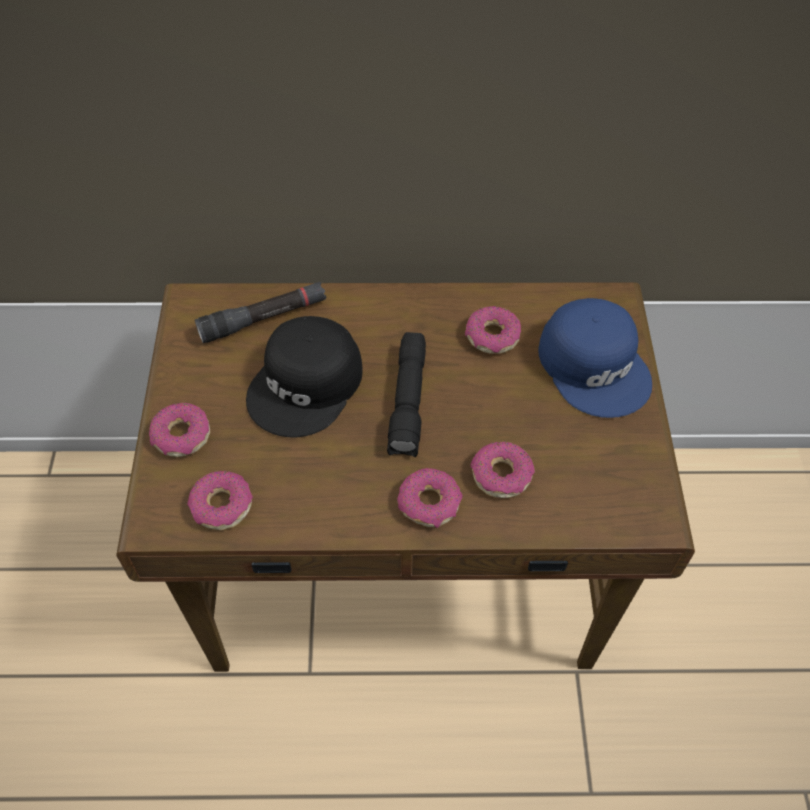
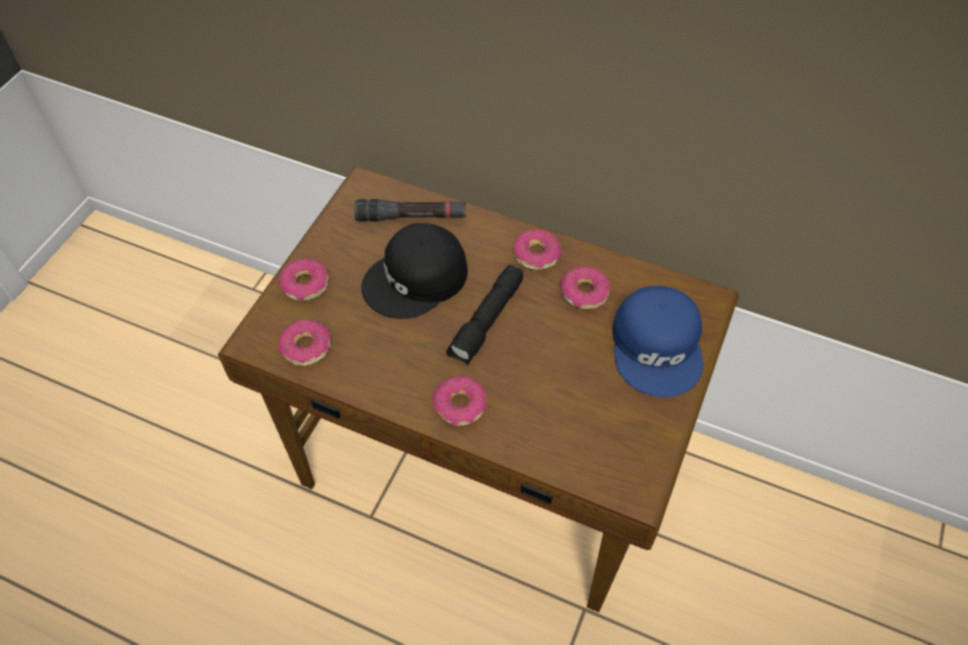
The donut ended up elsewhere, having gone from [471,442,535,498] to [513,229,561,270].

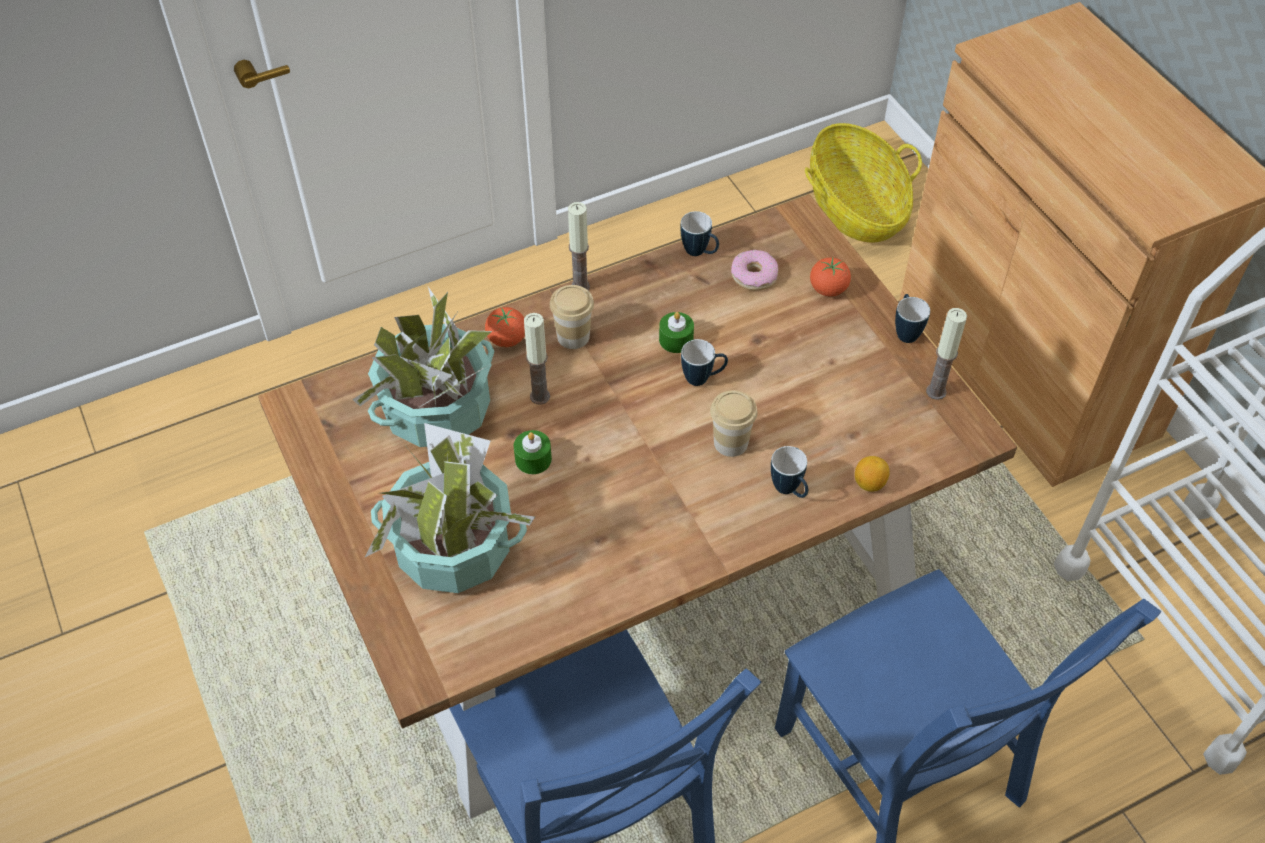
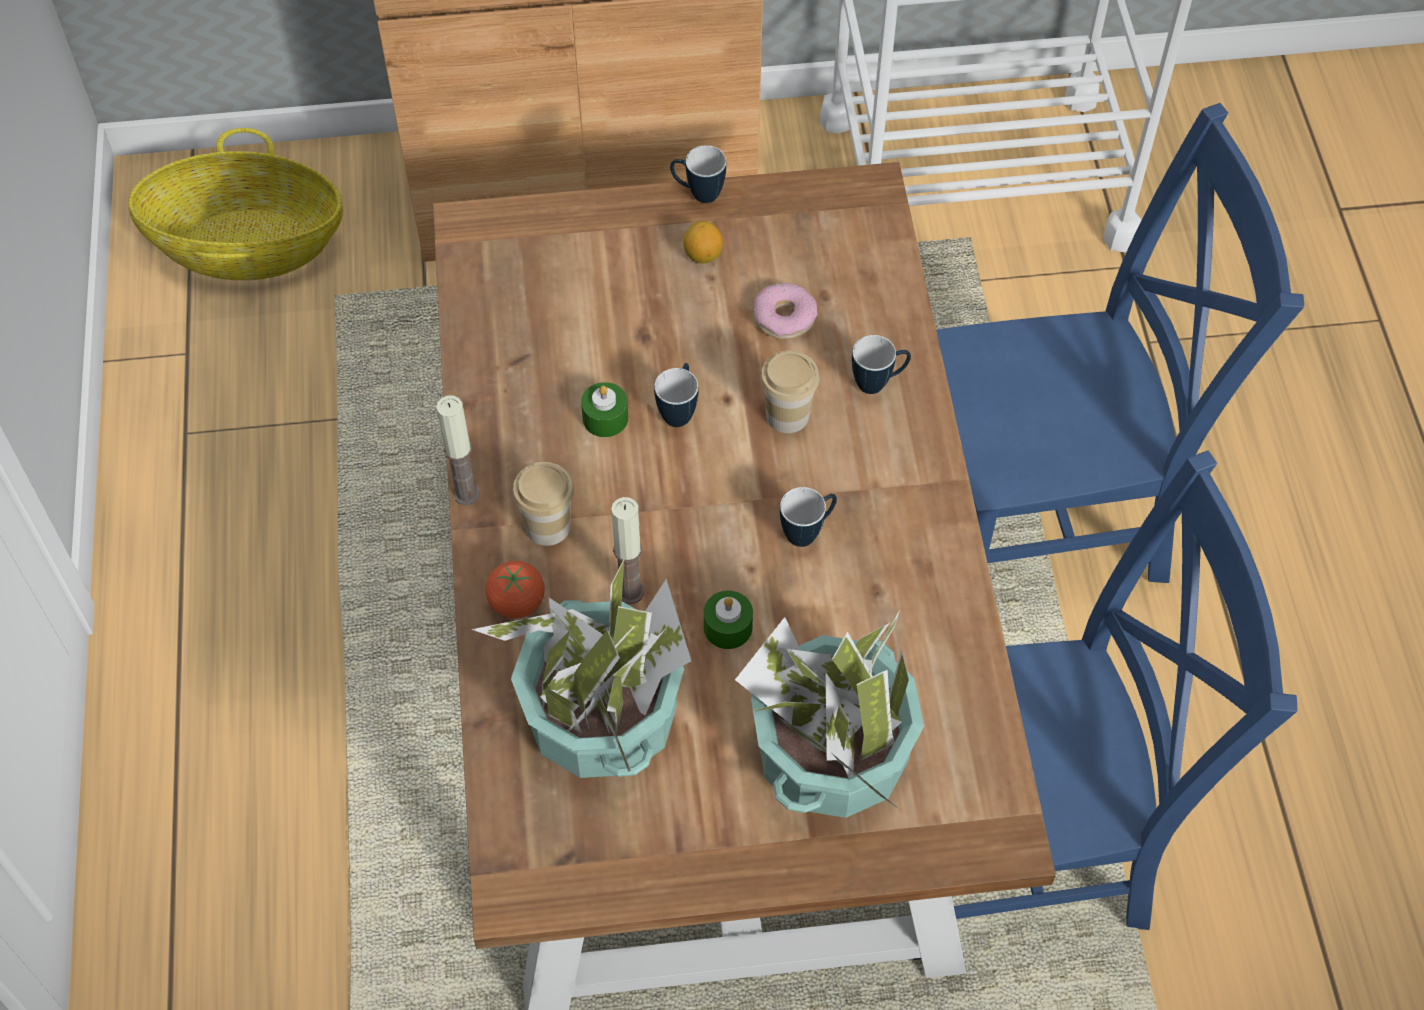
The mug ended up elsewhere, having gone from [680,211,719,256] to [780,487,837,547].
The donut ended up elsewhere, having gone from [731,250,778,290] to [754,283,817,339].
The second view lost the tomato at [810,256,851,296].
The second view lost the candle at [926,308,967,400].
The lemon ended up elsewhere, having gone from [855,456,890,492] to [683,221,723,264].

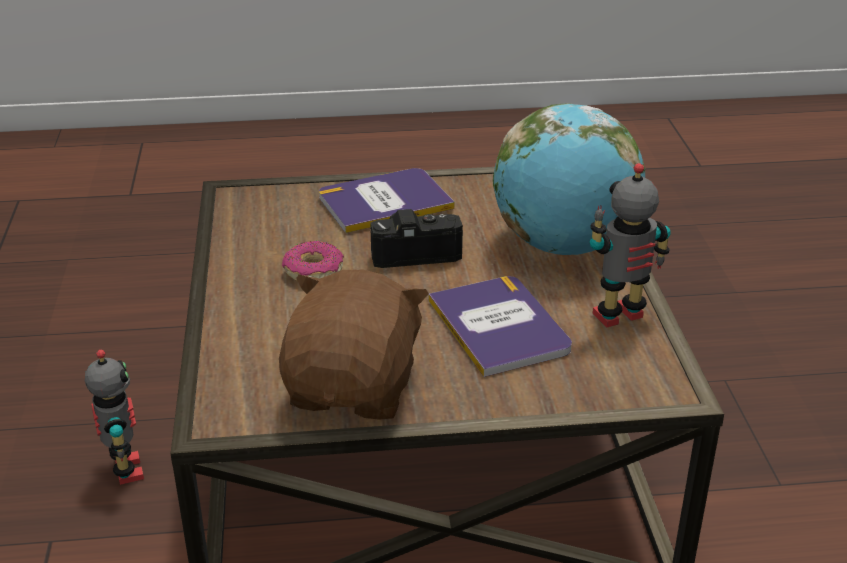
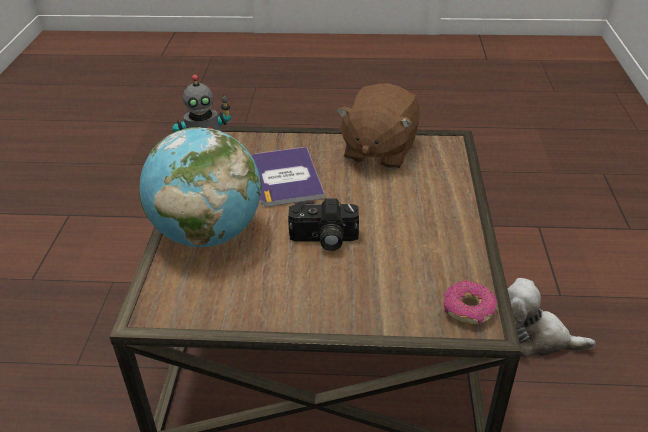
The second view lost the book at [319,168,455,233].
The donut ended up elsewhere, having gone from [282,241,344,282] to [444,281,497,324].
Where the toy robot stood at [85,350,144,485], the plush toy came to stand at [507,278,596,358].

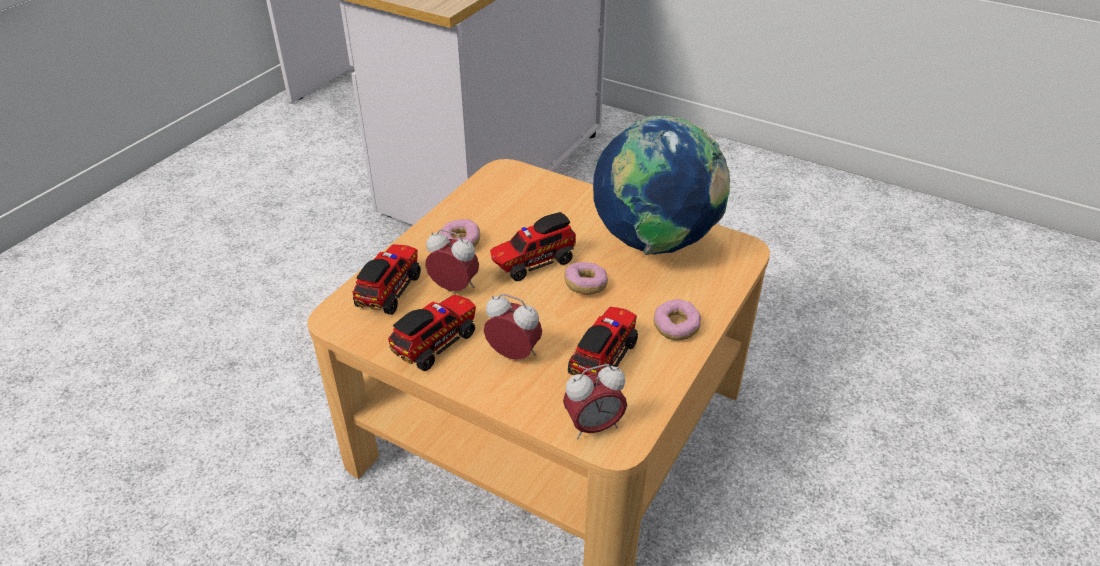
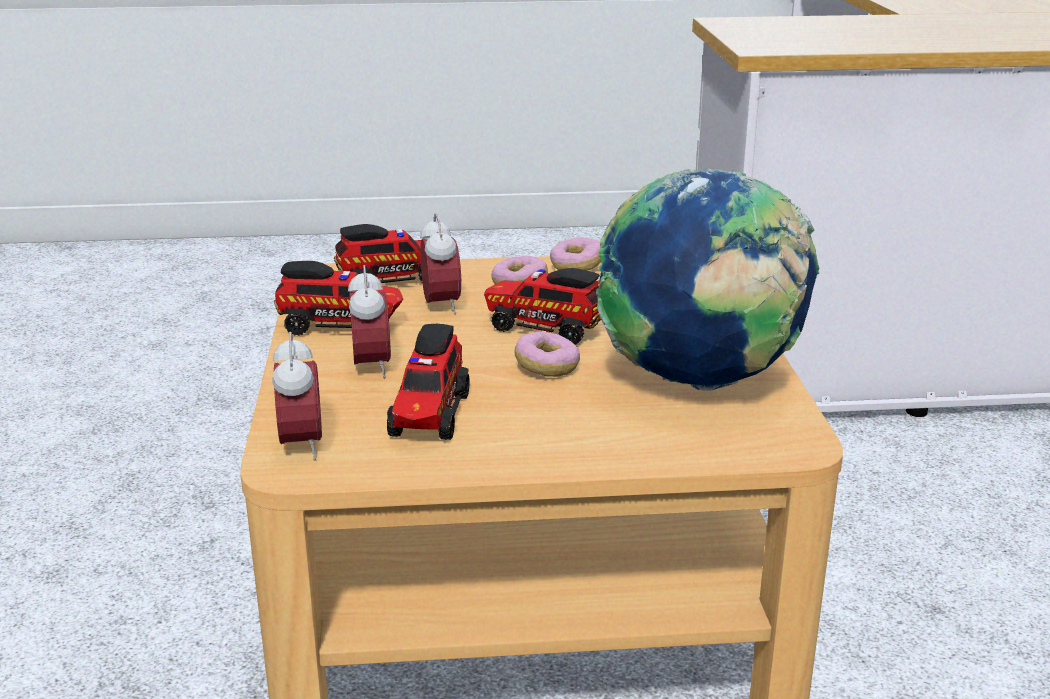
The donut ended up elsewhere, having gone from [654,299,701,341] to [550,238,601,271].
The toy truck at [568,307,638,375] ended up facing another way, 105 degrees clockwise from before.
The alarm clock at [563,364,627,440] ended up facing another way, 135 degrees counterclockwise from before.

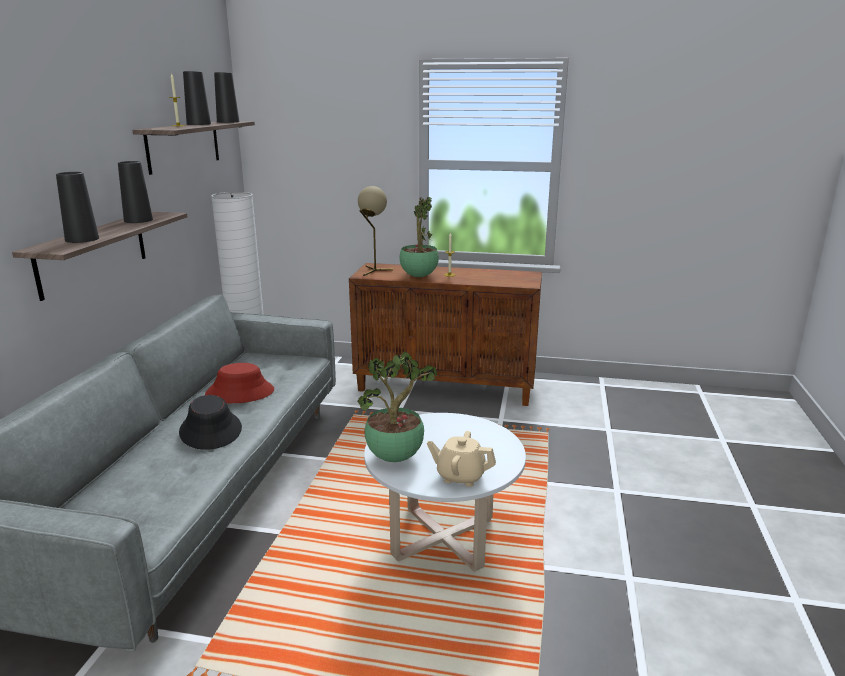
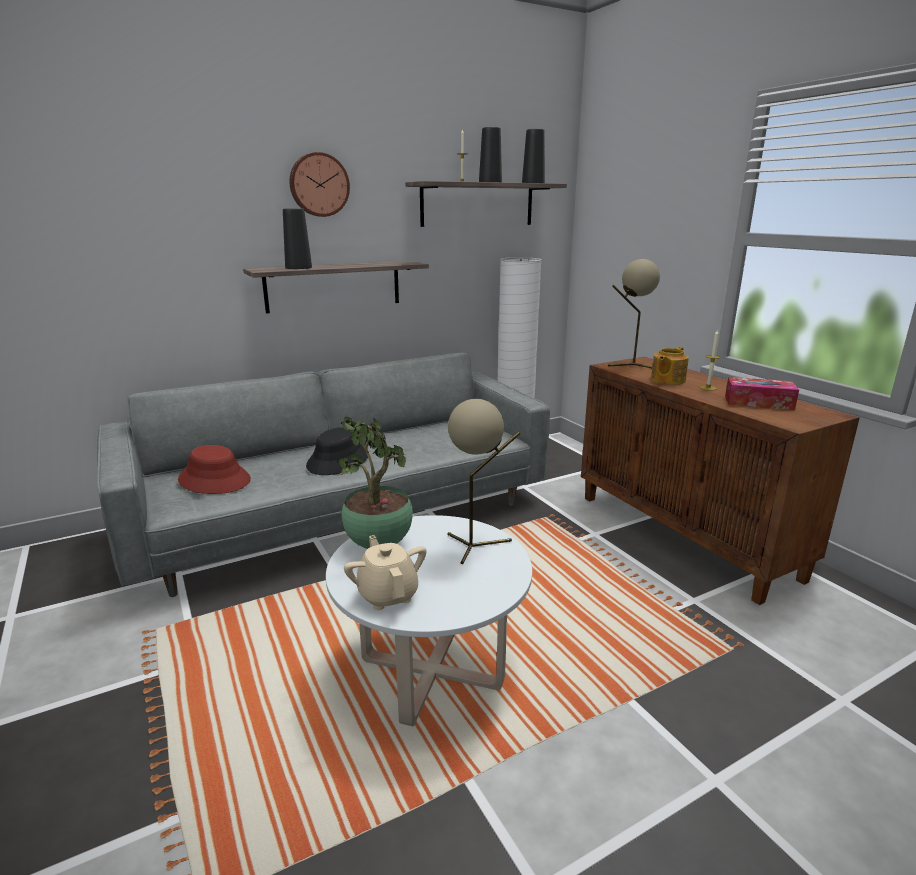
The second view lost the vase (black) at [118,161,153,223].
Where the potted plant stood at [400,197,439,277], the teapot came to stand at [651,347,689,385].
The hat (red) ended up elsewhere, having gone from [205,363,274,403] to [178,445,251,494].
The second view gained the wall clock at [289,152,350,217].
The second view gained the tissue box at [725,377,799,410].
The second view gained the table lamp (beige) at [447,399,520,564].

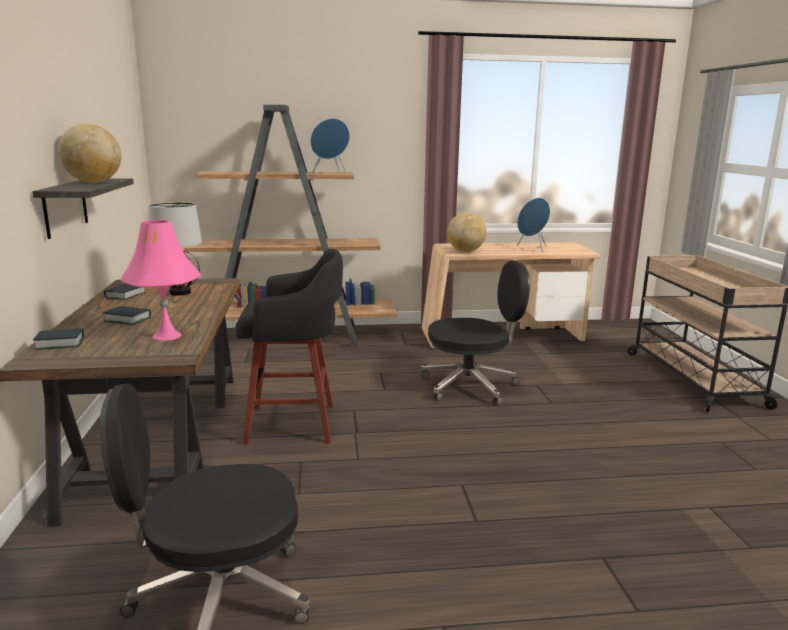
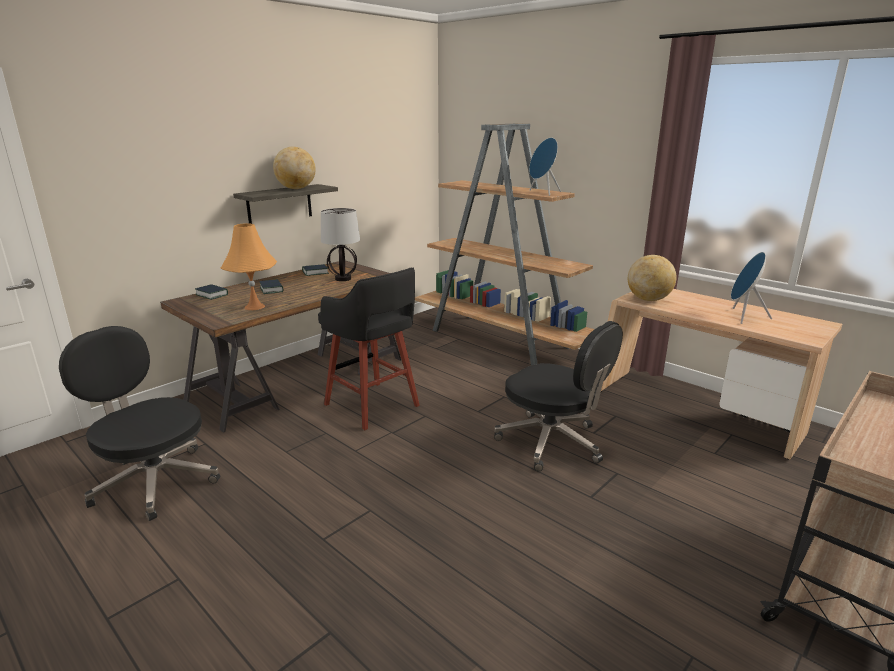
What was the table lamp (pink) at [120,220,201,341] turned into the table lamp (orange) at [221,223,277,310].

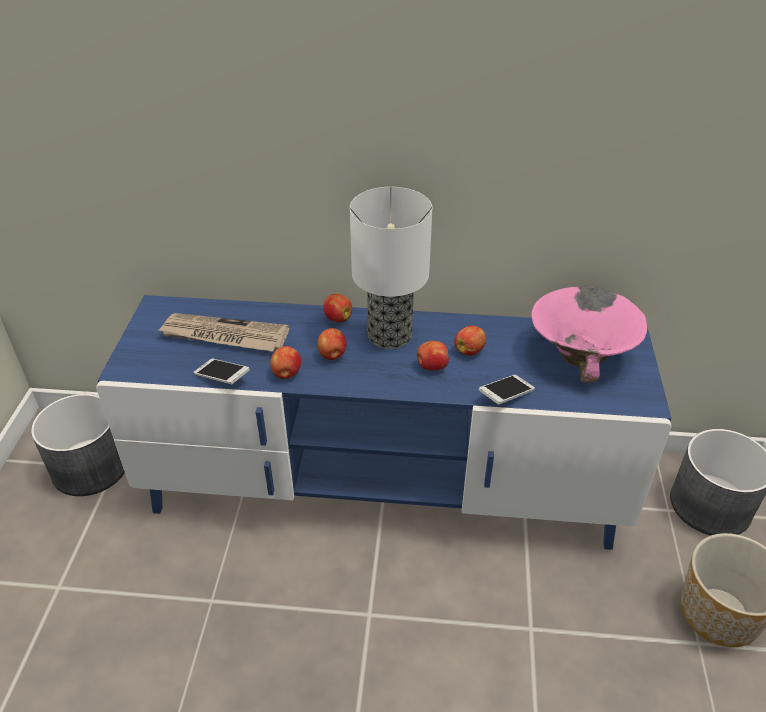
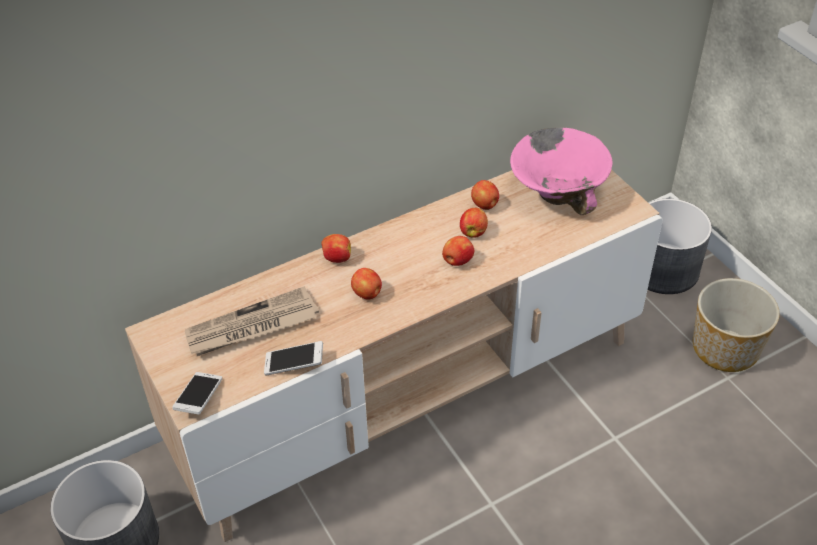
The second view lost the table lamp at [350,187,432,349].
What was the tv stand (blue) at [96,295,671,550] turned into the tv stand (beige) at [125,170,663,542].
The apple ended up elsewhere, having gone from [270,346,301,379] to [471,180,499,210].
The phone ended up elsewhere, having gone from [478,375,535,404] to [172,372,222,415].

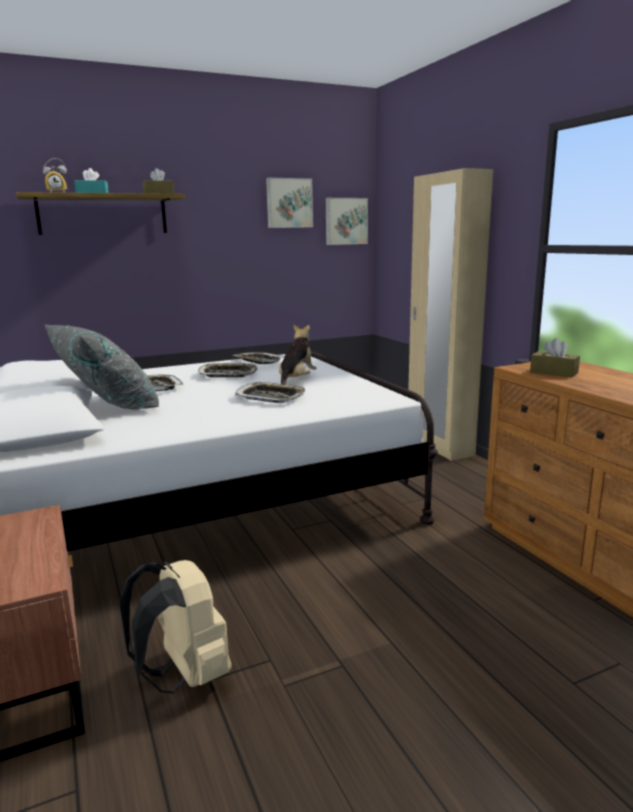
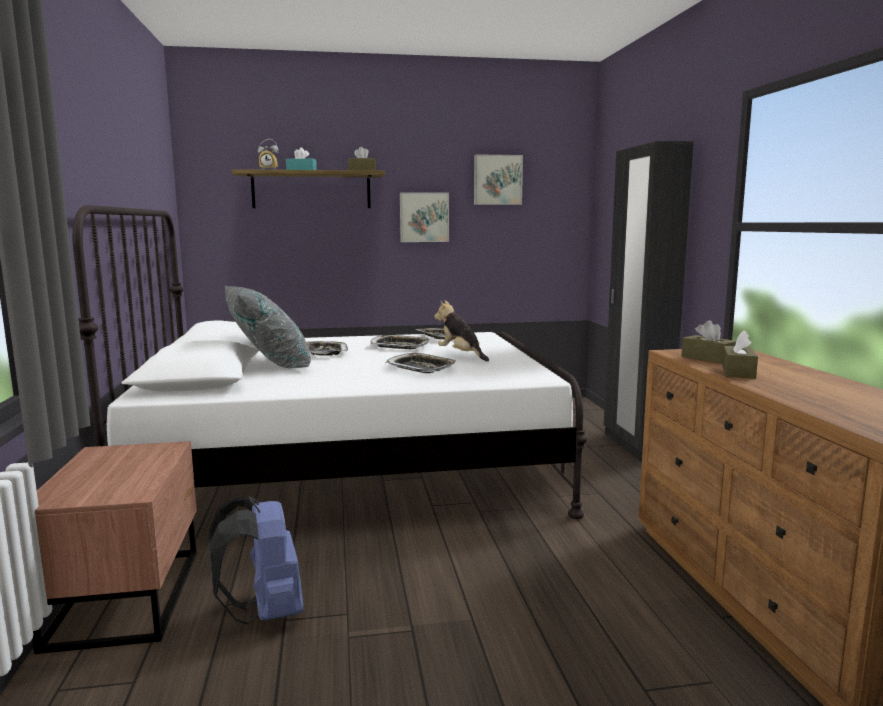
What was the wardrobe (beige) at [408,168,493,461] turned into the wardrobe (black) at [604,141,694,461].
The picture ended up elsewhere, having gone from [326,198,368,245] to [400,192,449,242].
The plush toy at [279,324,317,385] ended up facing another way, 75 degrees counterclockwise from before.
What was the backpack (beige) at [119,560,232,693] turned into the backpack (blue) at [209,497,303,625].
The second view gained the tissue box (brown) at [722,330,758,379].

